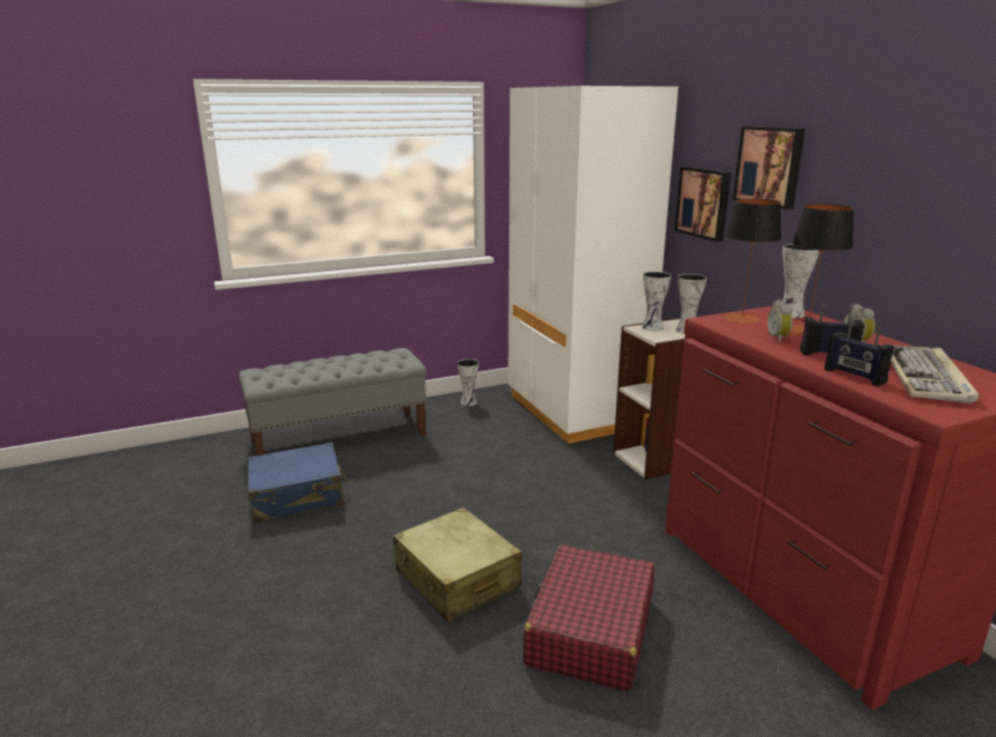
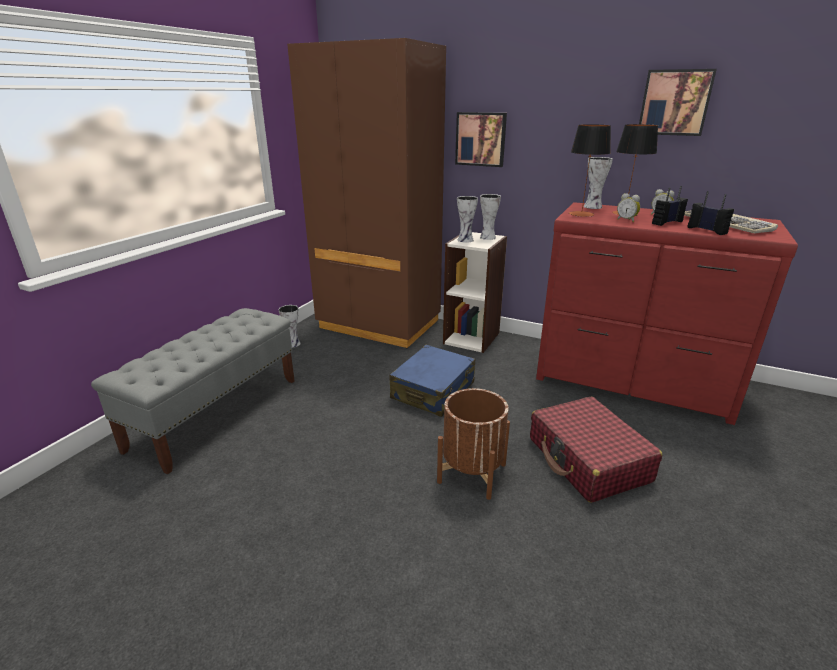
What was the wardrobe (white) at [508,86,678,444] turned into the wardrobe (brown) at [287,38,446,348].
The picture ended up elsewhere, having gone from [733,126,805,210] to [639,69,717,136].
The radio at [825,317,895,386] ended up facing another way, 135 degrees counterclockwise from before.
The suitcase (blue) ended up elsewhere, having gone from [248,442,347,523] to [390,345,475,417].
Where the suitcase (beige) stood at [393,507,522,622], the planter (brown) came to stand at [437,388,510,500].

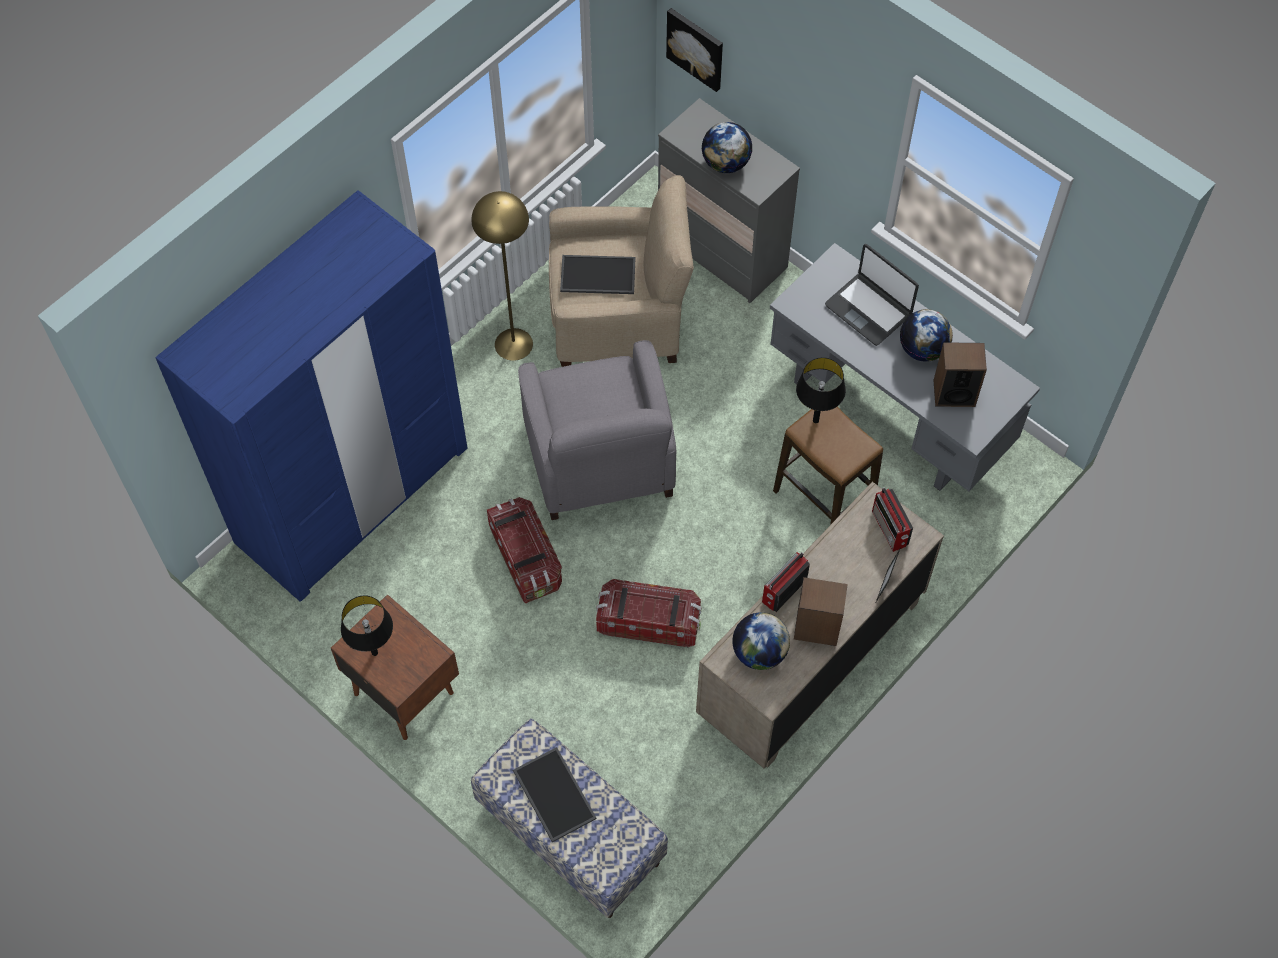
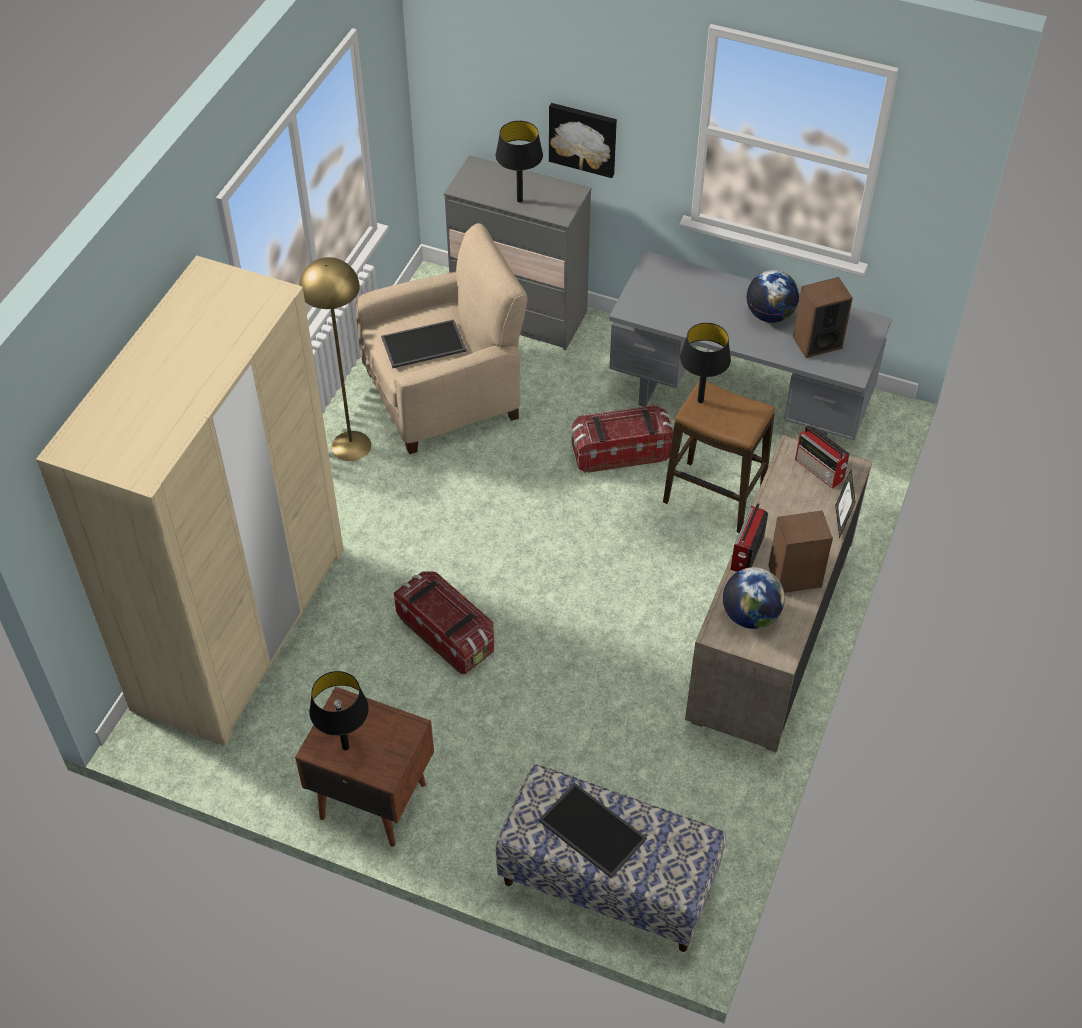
The picture ended up elsewhere, having gone from [666,8,723,92] to [549,103,617,178].
Where the globe stood at [702,122,753,173], the table lamp (black) came to stand at [496,121,543,203].
What was the wardrobe (blue) at [155,190,467,602] turned into the wardrobe (beige) at [36,256,344,746].
The second view lost the laptop at [825,244,919,346].
The second view lost the armchair (grey) at [518,340,676,520].
The storage box ended up elsewhere, having gone from [596,579,702,647] to [572,405,674,473].

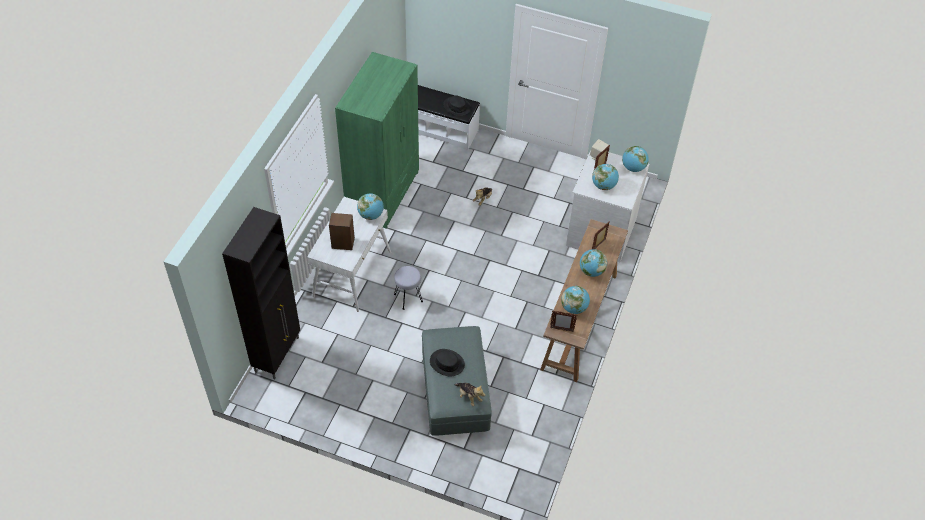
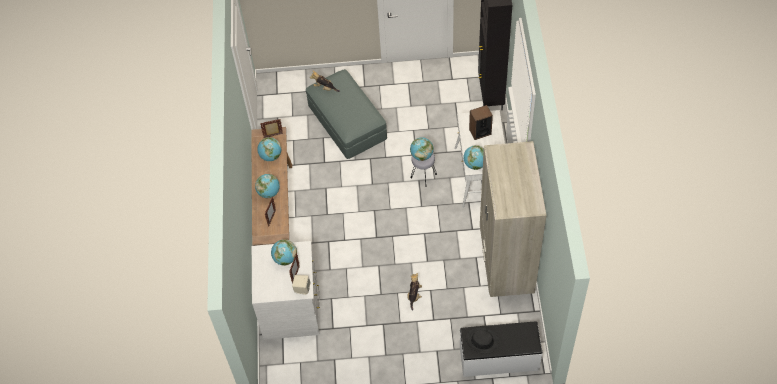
What was the wardrobe (green) at [335,52,419,229] turned into the wardrobe (beige) at [480,141,547,297].
The globe ended up elsewhere, having gone from [622,146,649,172] to [410,137,434,161].
The second view lost the hat (black) at [430,349,465,376].

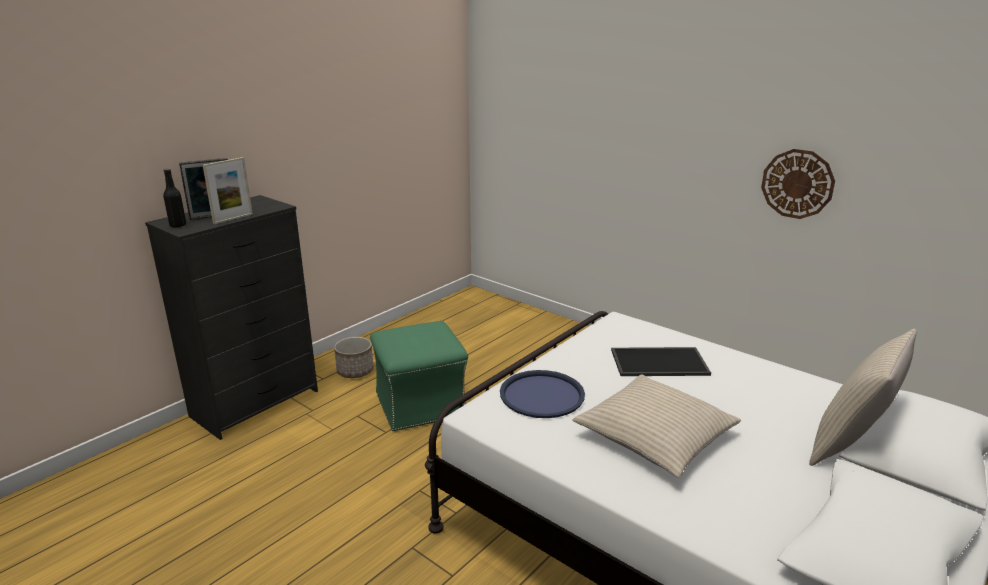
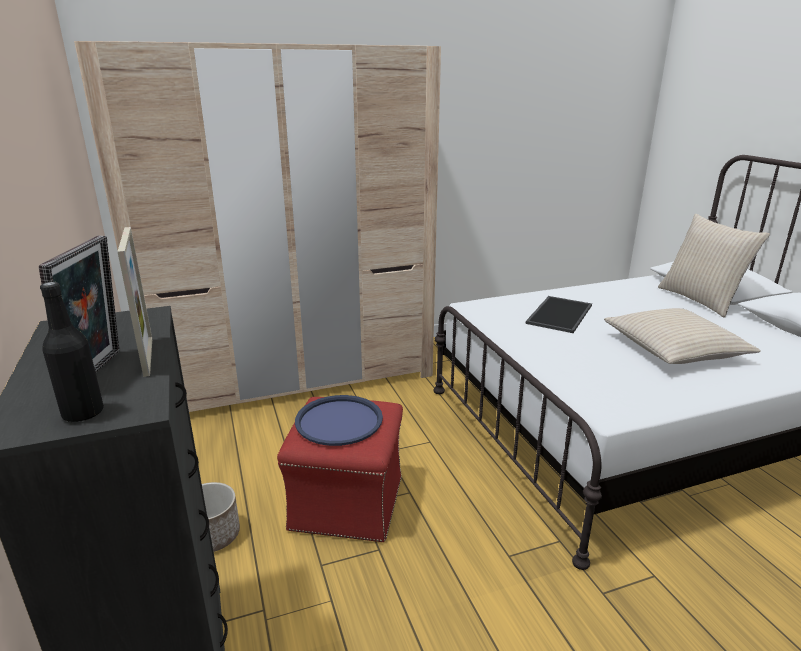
The second view lost the wall clock at [761,149,835,219].
What was the ottoman (green) at [370,321,468,431] turned into the ottoman (red) at [277,397,403,542].
The tray (blue) ended up elsewhere, having gone from [500,370,585,418] to [295,395,383,446].
The second view gained the wardrobe (beige) at [74,41,441,412].

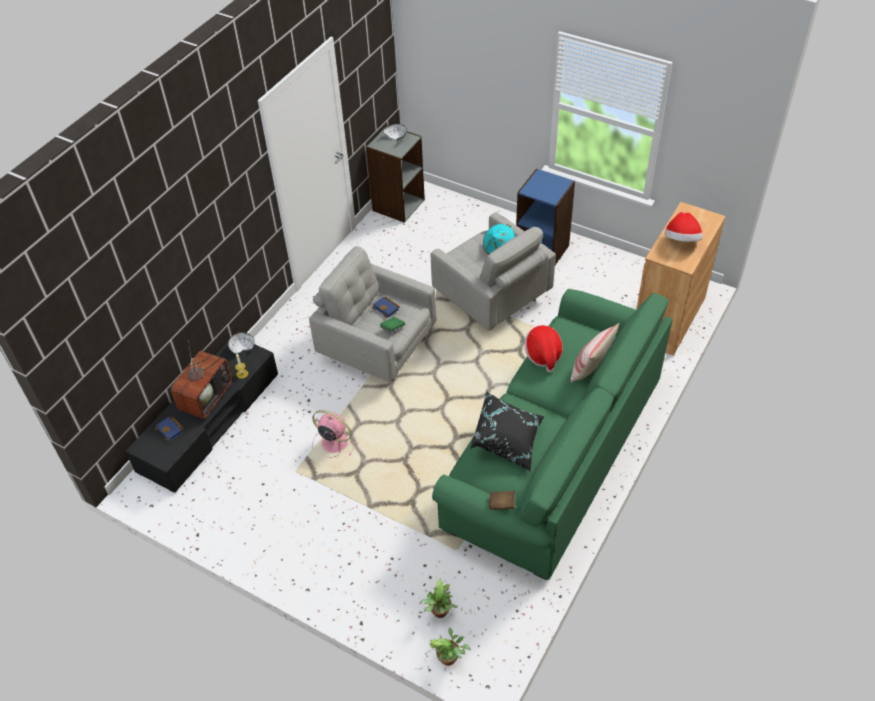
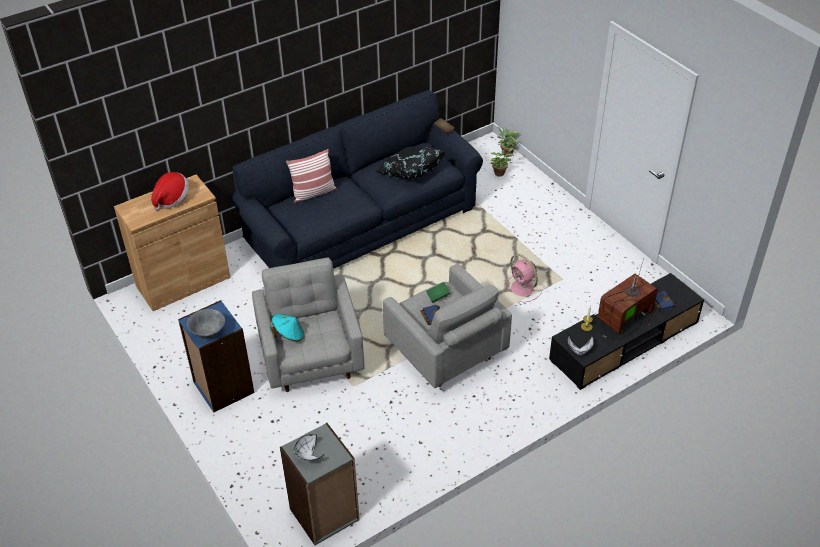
What was the sofa (green) at [432,289,673,580] turned into the sofa (blue) at [232,90,483,269].
The second view lost the hat at [524,325,563,372].
The second view gained the bowl (grey) at [187,309,225,339].

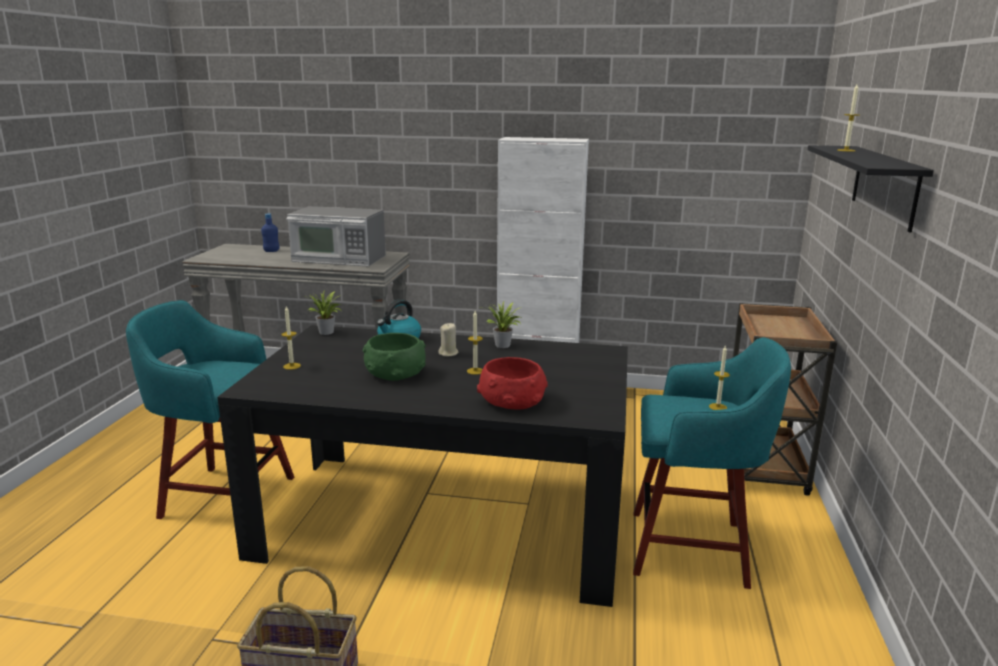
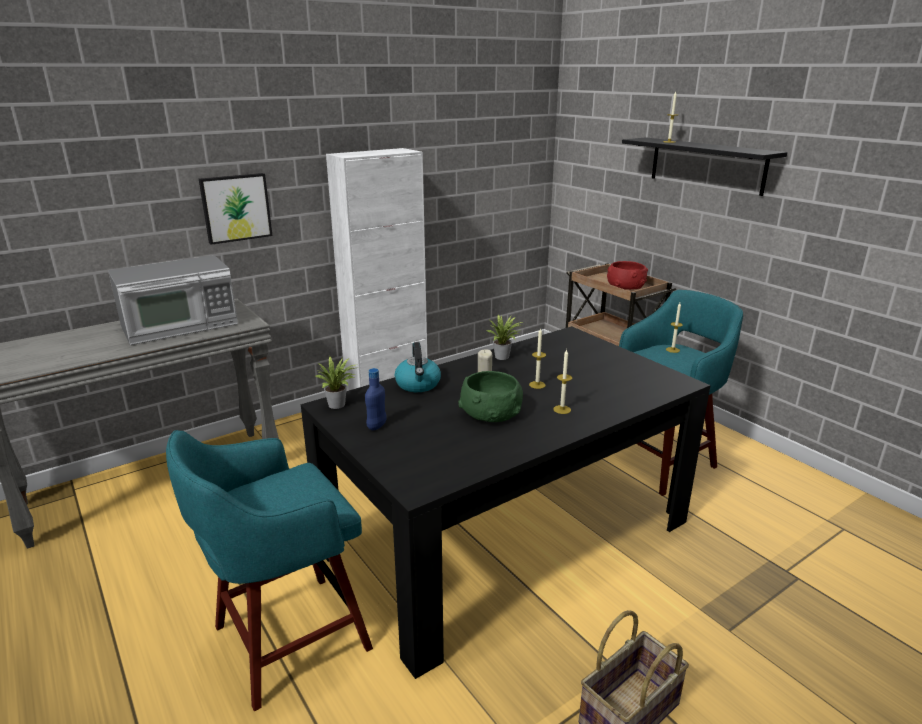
The bottle (blue) ended up elsewhere, having gone from [261,213,279,252] to [365,368,386,430].
The candle ended up elsewhere, having gone from [281,306,301,370] to [553,350,572,414].
The bowl (red) ended up elsewhere, having gone from [477,357,548,410] to [607,261,648,290].
The second view gained the picture at [199,173,273,245].

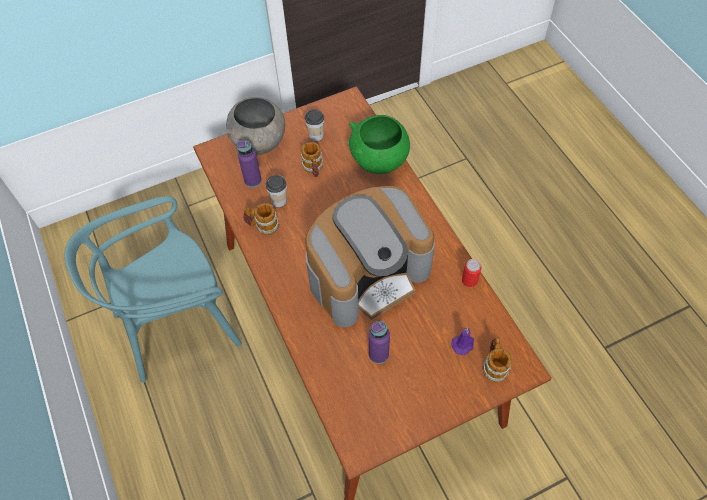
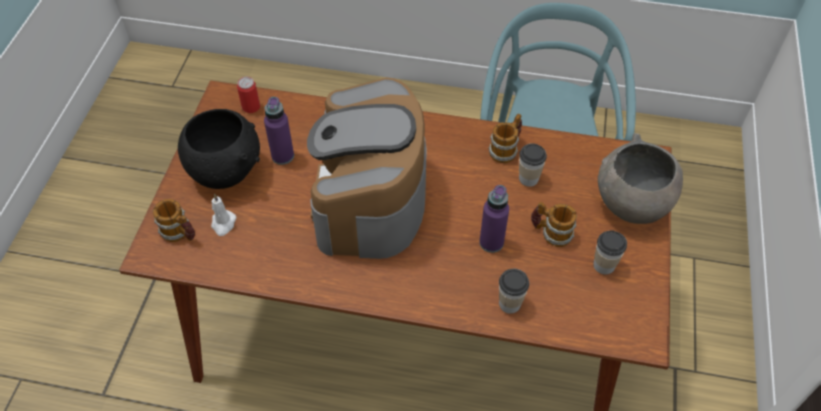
Where the bowl (green) stood at [348,115,410,174], the cup came to stand at [499,269,529,314].
The bottle (purple) ended up elsewhere, having gone from [237,140,262,188] to [479,185,509,253].
The can ended up elsewhere, having gone from [462,259,482,287] to [237,77,260,113].
What was the candle (purple) at [451,328,474,355] turned into the candle (white) at [211,194,237,236].
The second view gained the bowl (black) at [178,109,260,189].

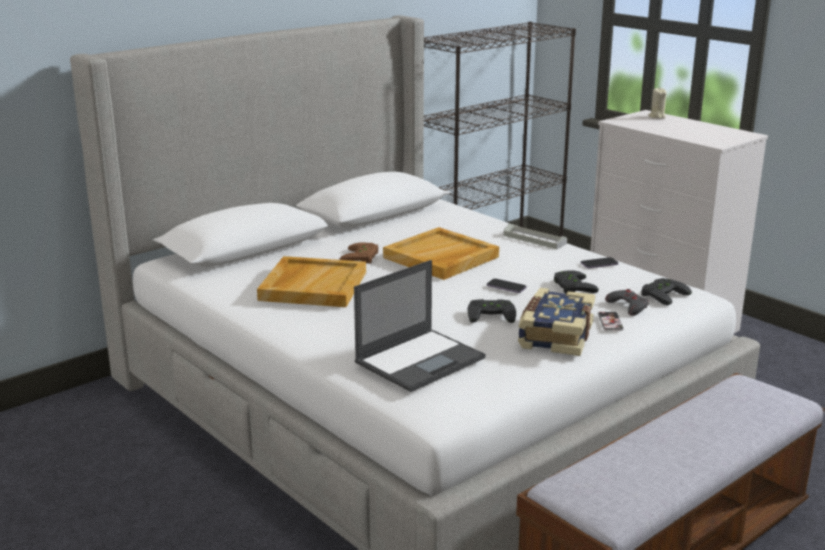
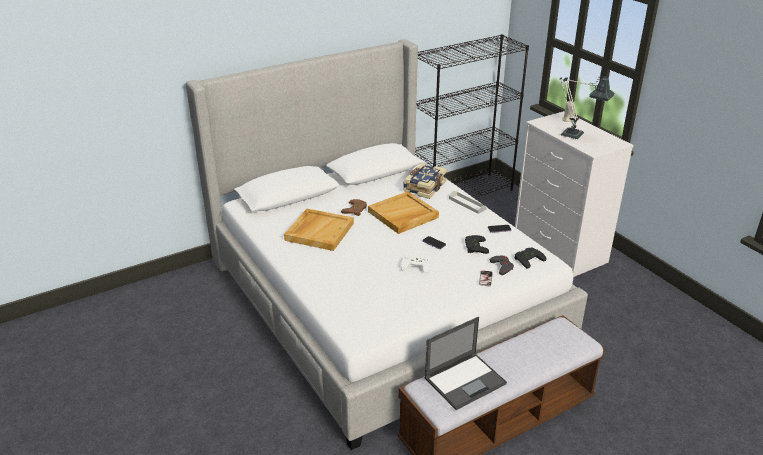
The laptop ended up elsewhere, having gone from [354,260,485,392] to [425,317,507,410].
The book ended up elsewhere, having gone from [518,288,595,356] to [403,163,447,199].
What was the game controller (black) at [468,299,516,323] turned into the game controller (white) at [401,255,430,273].
The second view gained the table lamp at [560,73,614,139].

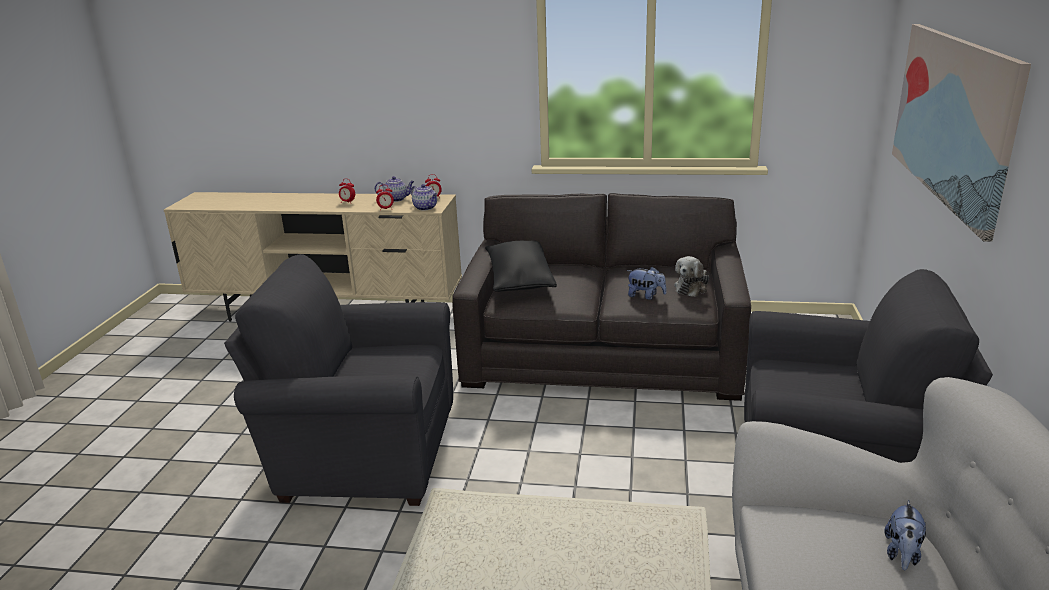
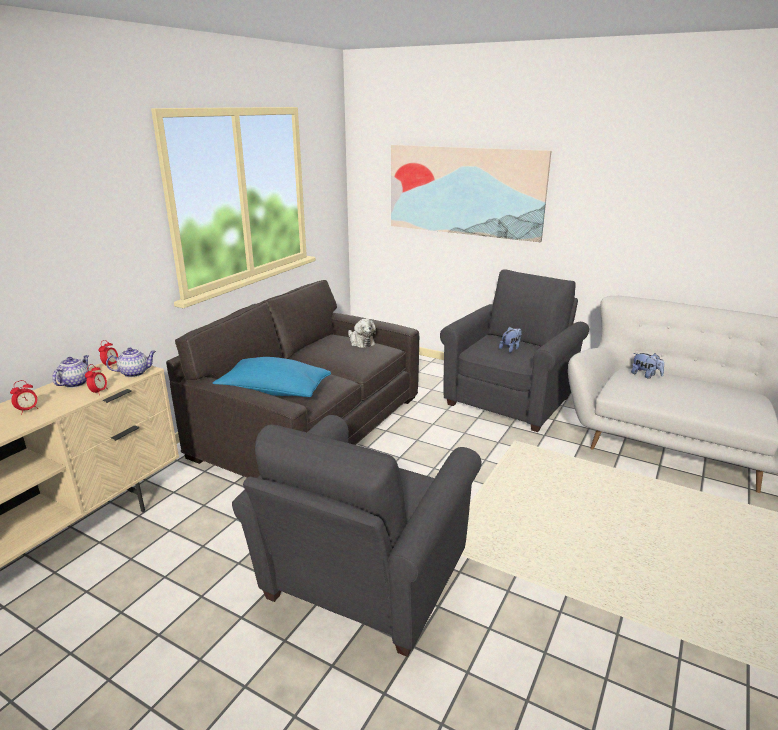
What was the pillow (black) at [485,240,557,292] turned into the pillow (blue) at [212,357,331,397].
The plush toy ended up elsewhere, having gone from [627,266,666,300] to [499,327,522,353].

